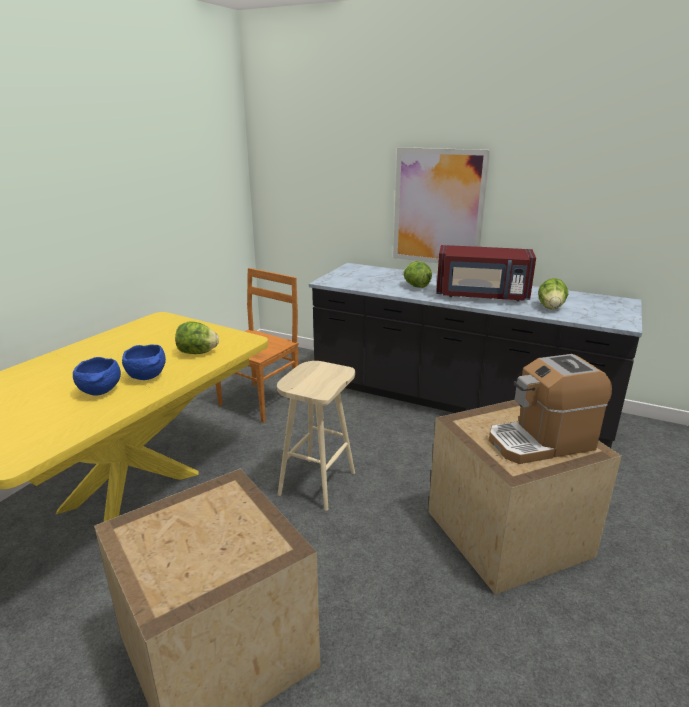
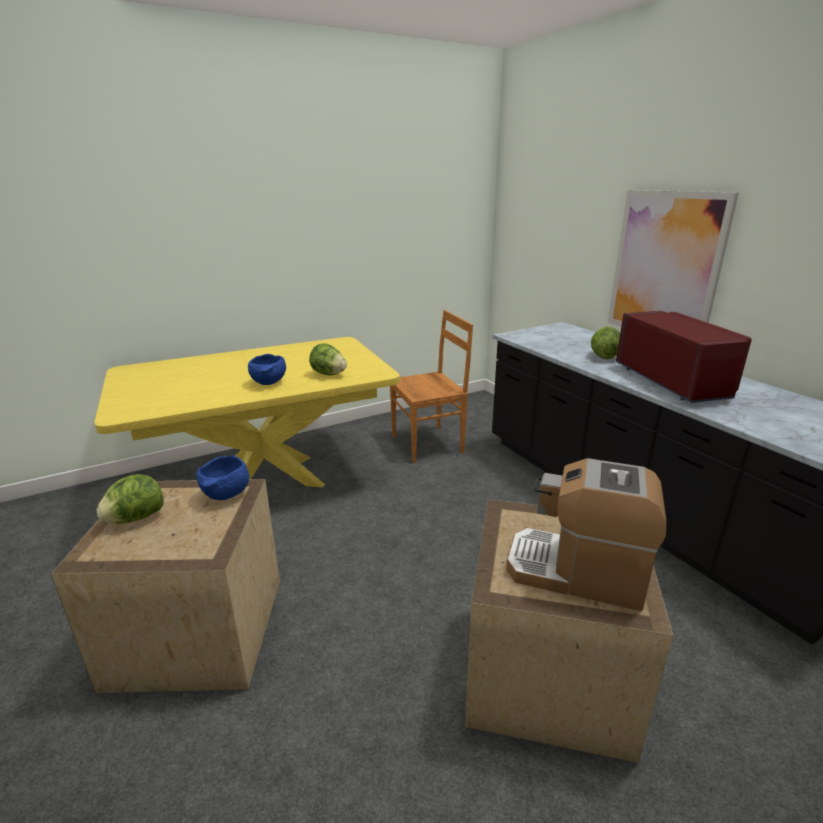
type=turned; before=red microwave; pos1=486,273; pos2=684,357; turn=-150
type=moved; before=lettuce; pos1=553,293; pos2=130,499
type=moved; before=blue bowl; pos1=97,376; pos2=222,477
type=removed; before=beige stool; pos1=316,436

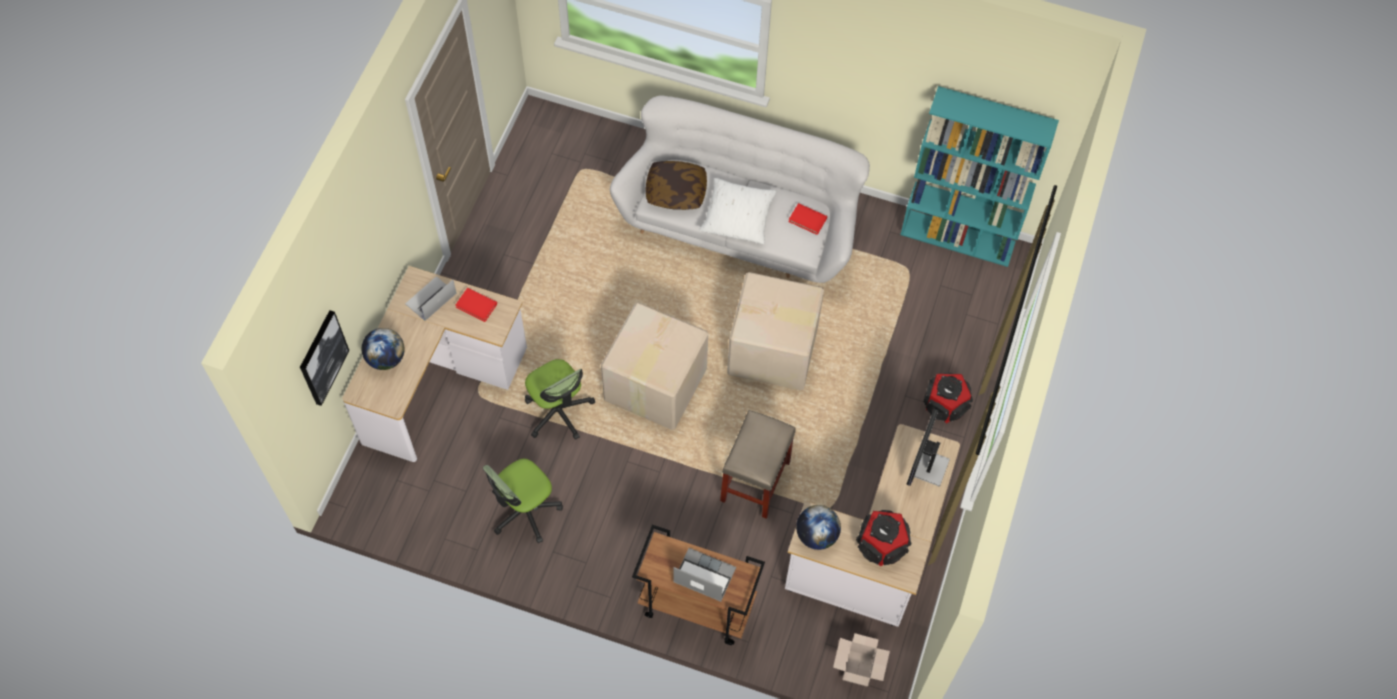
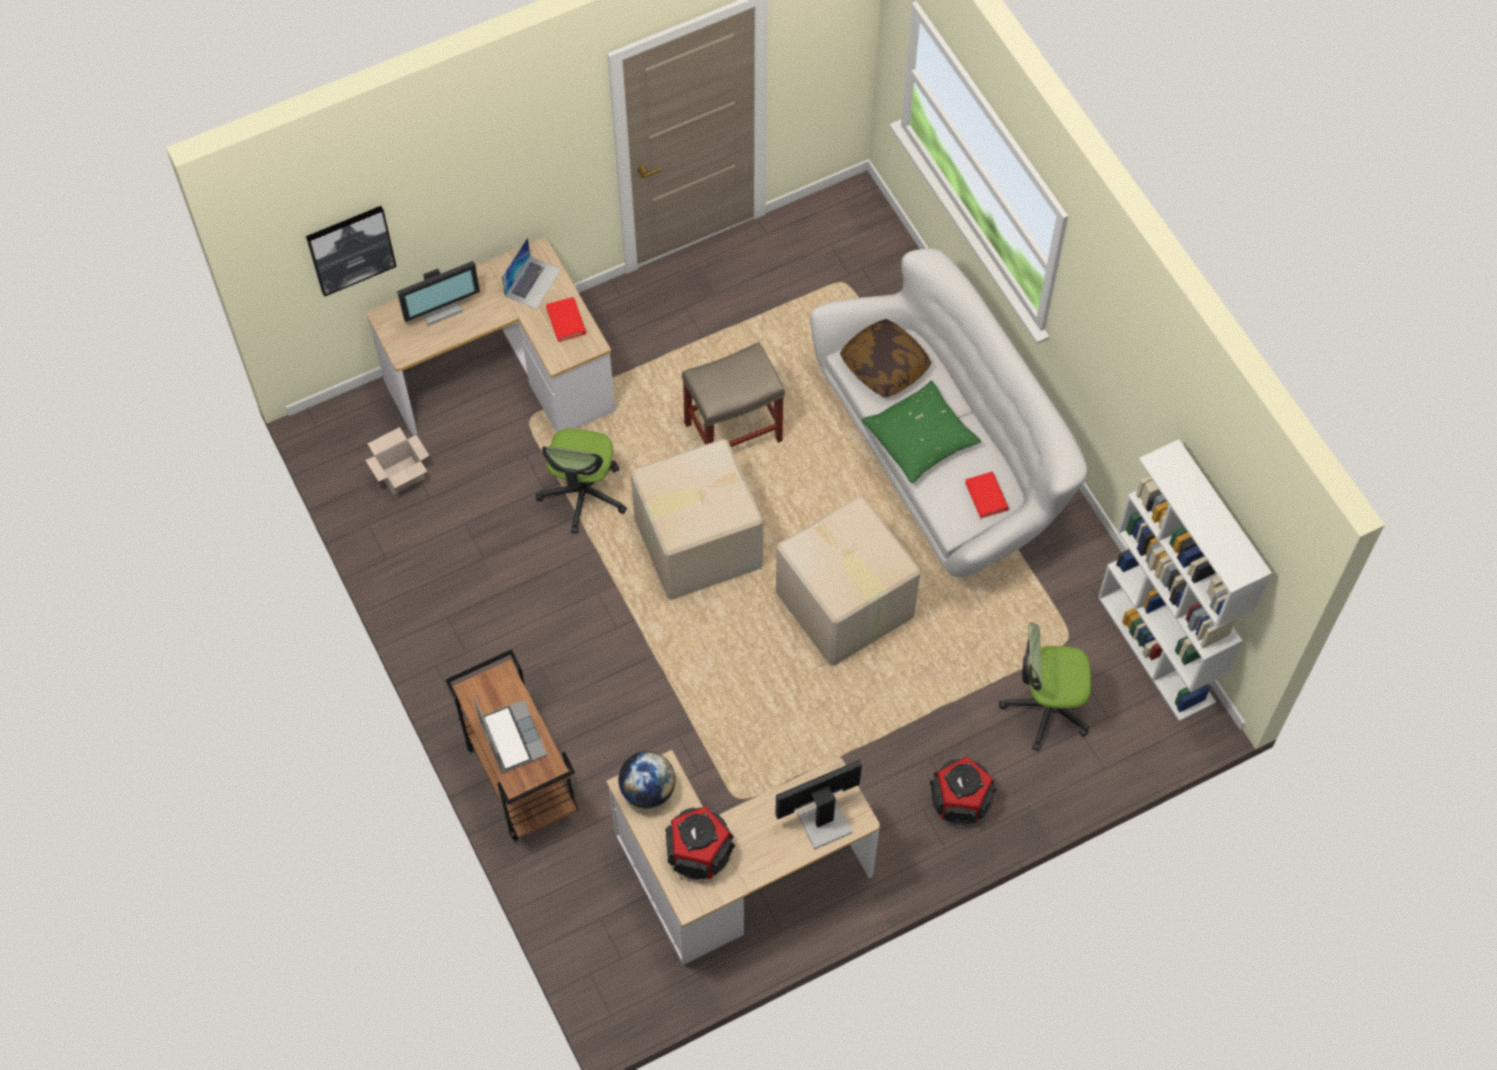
type=recoloured; before=turquoise bookcase; after=white bookcase; pos1=979,176; pos2=1185,580
type=recoloured; before=white pillow; after=green pillow; pos1=738,211; pos2=921,431
type=turned; before=laptop; pos1=431,298; pos2=531,273; turn=120
type=replaced; before=globe; after=monitor; pos1=383,349; pos2=438,293
type=moved; before=beige stool; pos1=758,464; pos2=733,394
type=moved; before=office chair; pos1=523,501; pos2=1045,686
type=moved; before=cardboard box; pos1=861,659; pos2=397,461

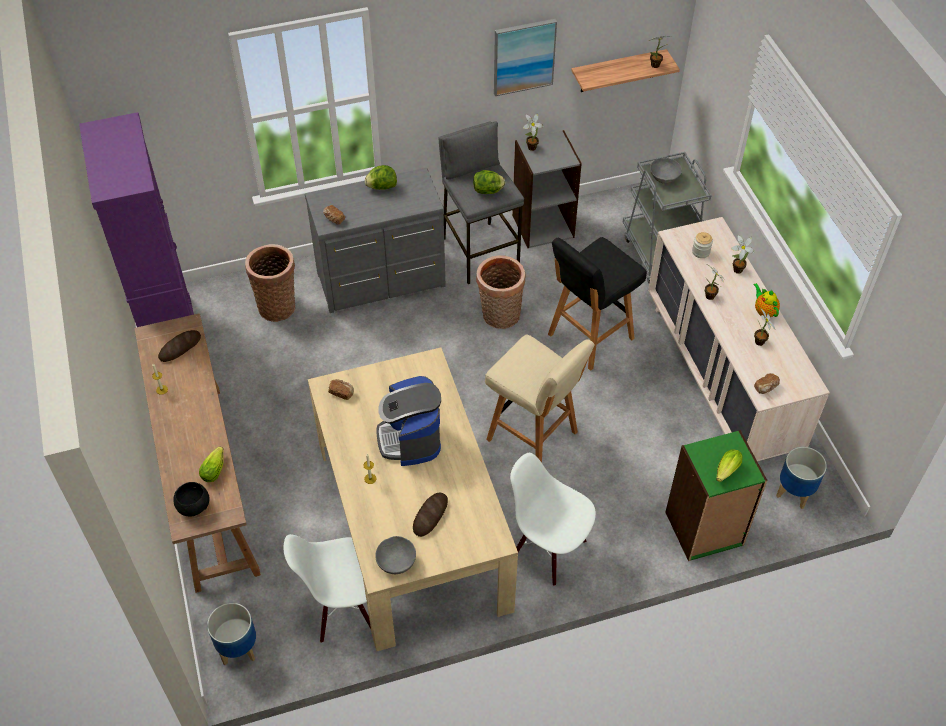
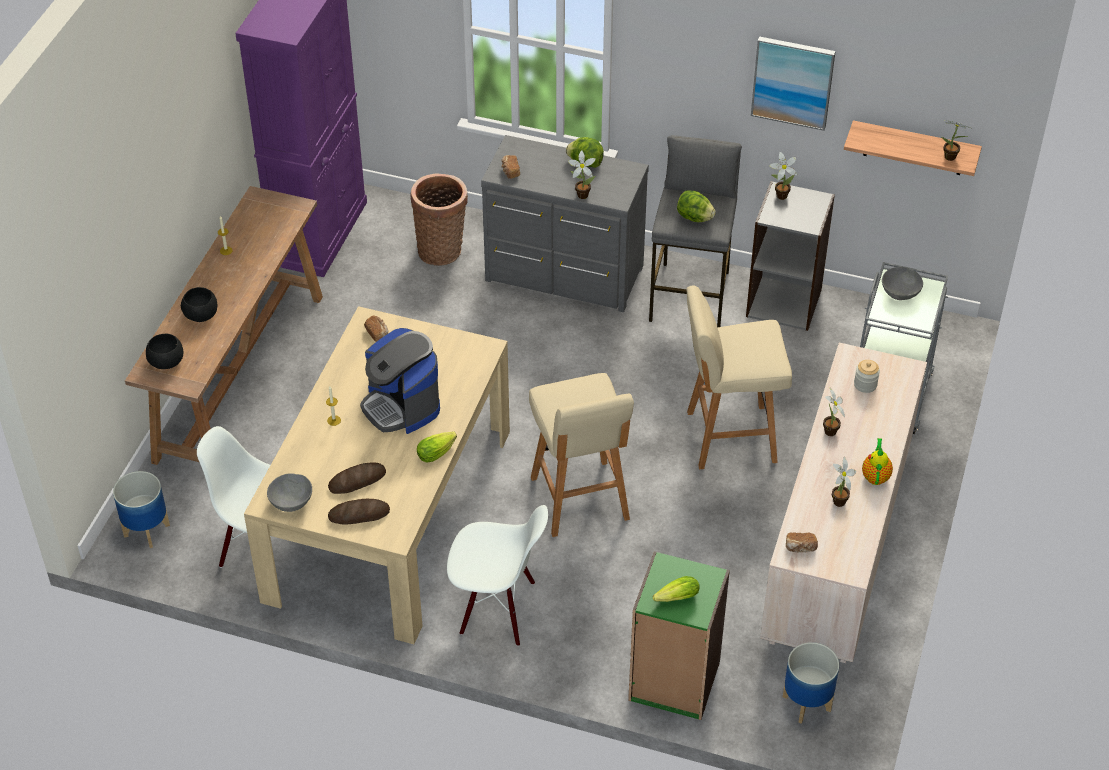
type=moved; before=potted plant; pos1=743,254; pos2=582,174
type=recoloured; before=black stool; after=beige stool; pos1=597,304; pos2=739,377
type=removed; before=basket; pos1=500,292
type=moved; before=bread; pos1=179,346; pos2=359,512
type=turned; before=coffee machine; pos1=408,421; pos2=400,381; turn=-60
type=moved; before=lettuce; pos1=211,464; pos2=437,447
type=turned; before=white chair; pos1=553,519; pos2=497,575; turn=120
type=added; after=black bowl; pos2=199,304

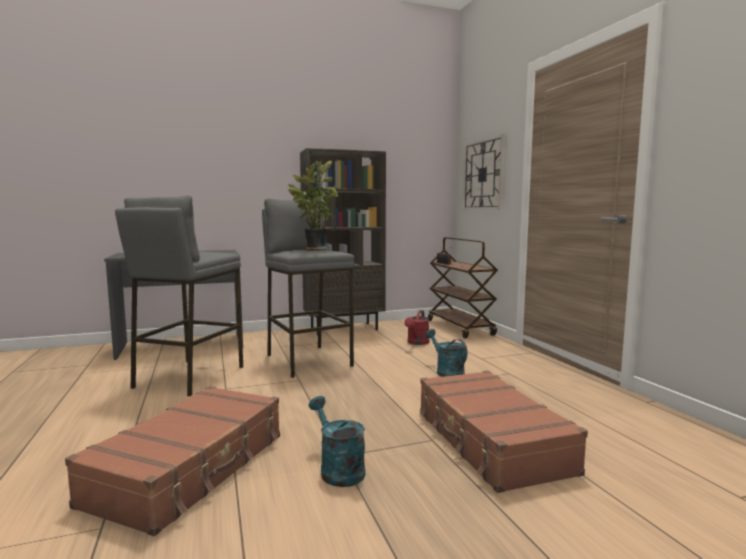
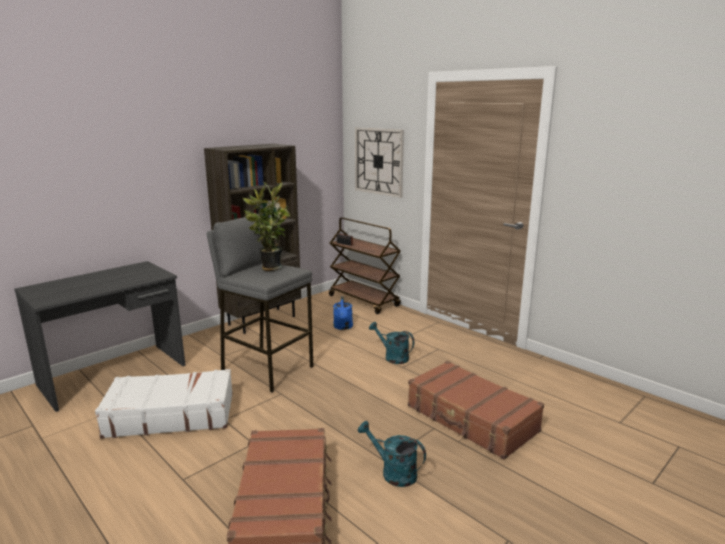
type=replaced; before=grey stool; after=white suitcase; pos1=179,295; pos2=164,403
type=recoloured; before=red watering can; after=blue watering can; pos1=416,327; pos2=343,313

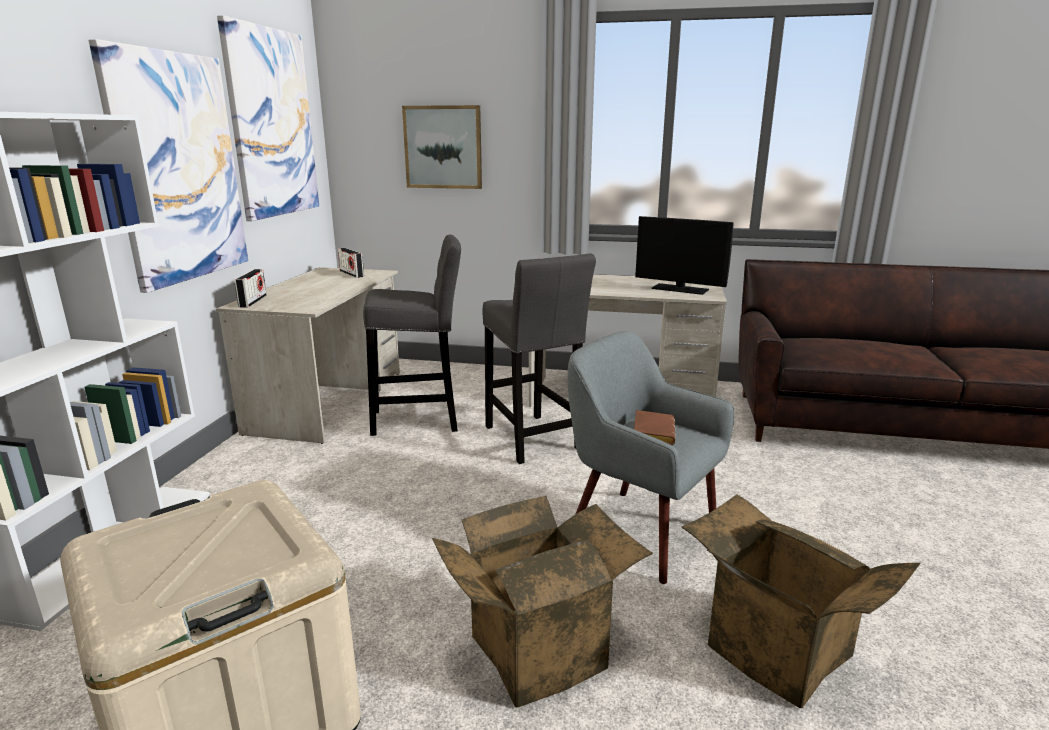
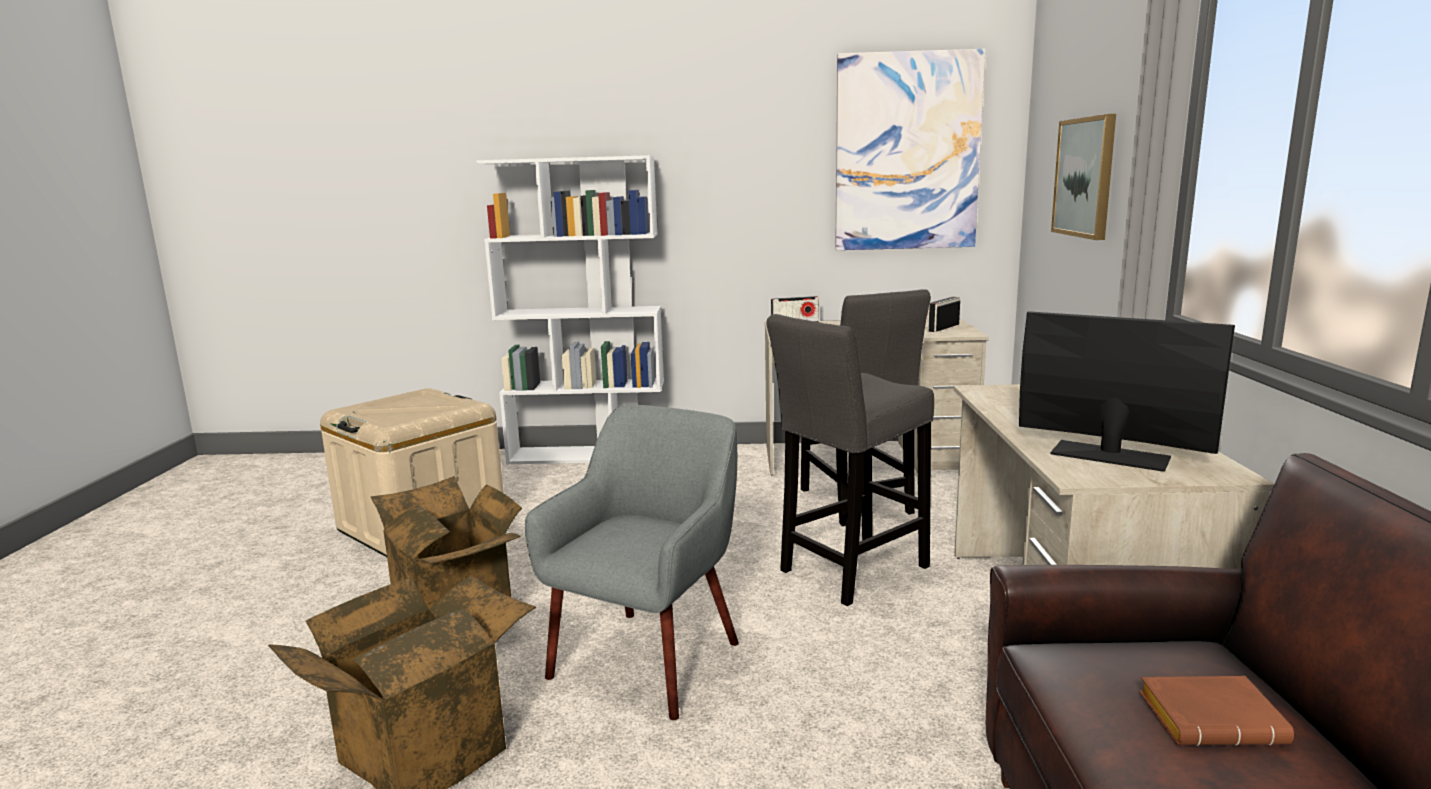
type=removed; before=picture; pos1=168,166
type=turned; before=monitor; pos1=684,255; pos2=1127,391; turn=105
type=moved; before=brown book; pos1=655,427; pos2=1216,711

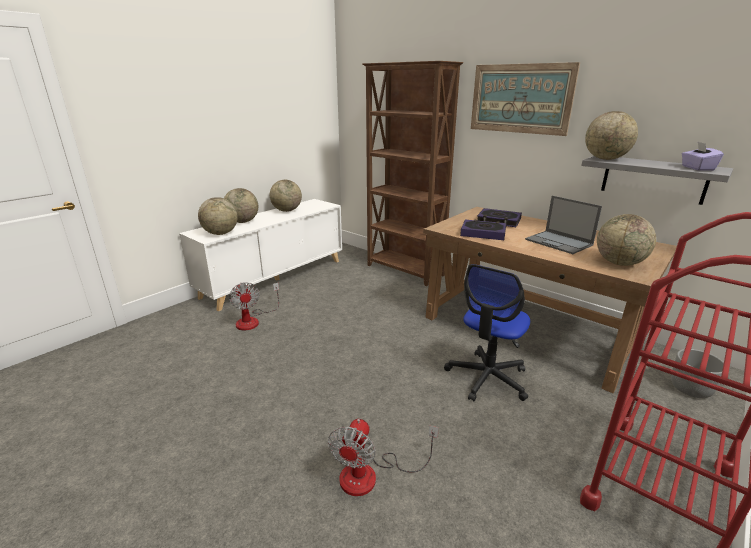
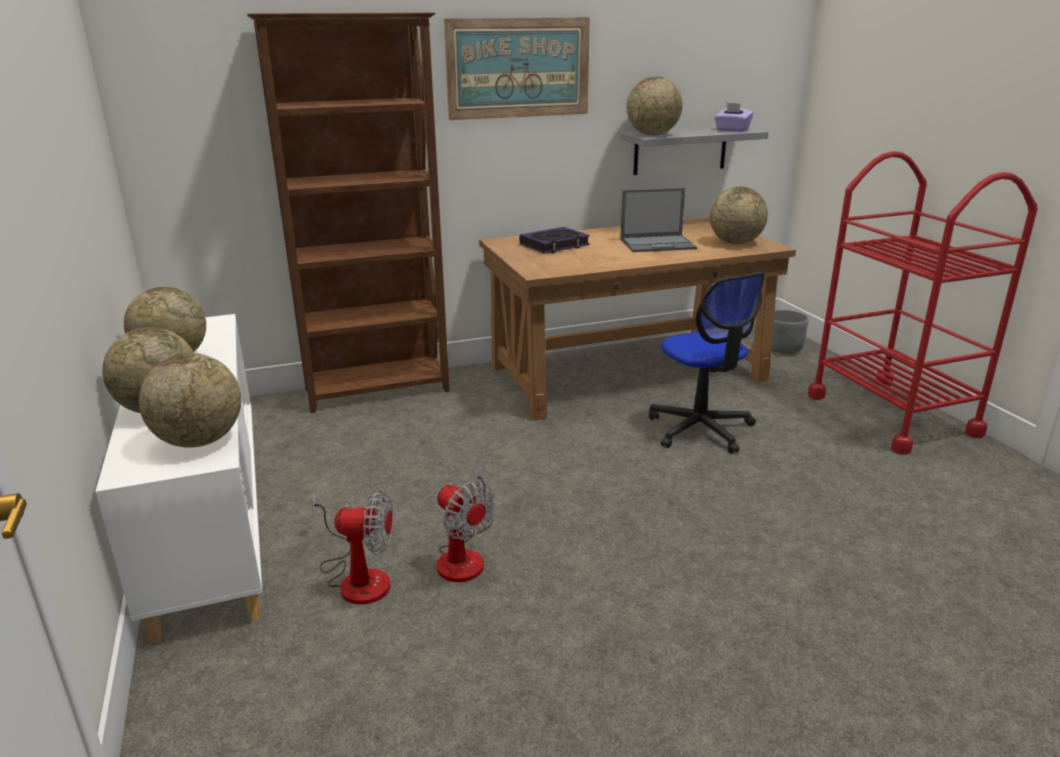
type=removed; before=book; pos1=483,230
type=moved; before=fan; pos1=383,457; pos2=466,524

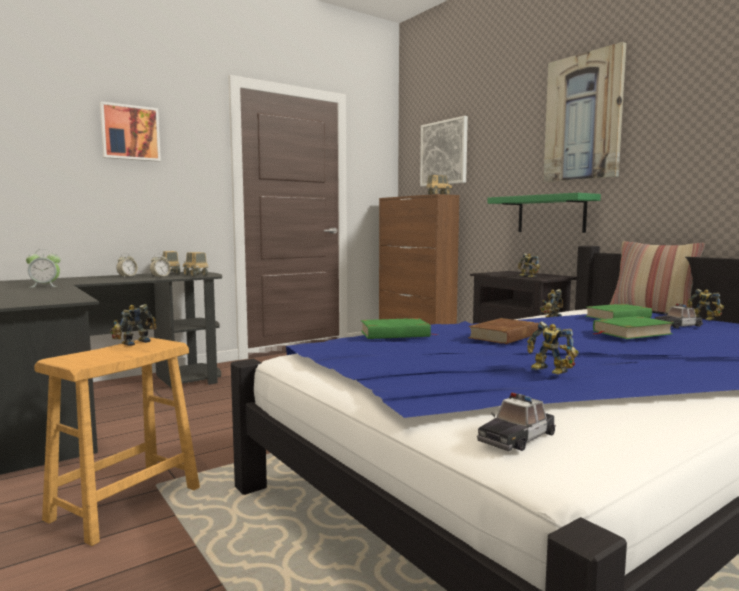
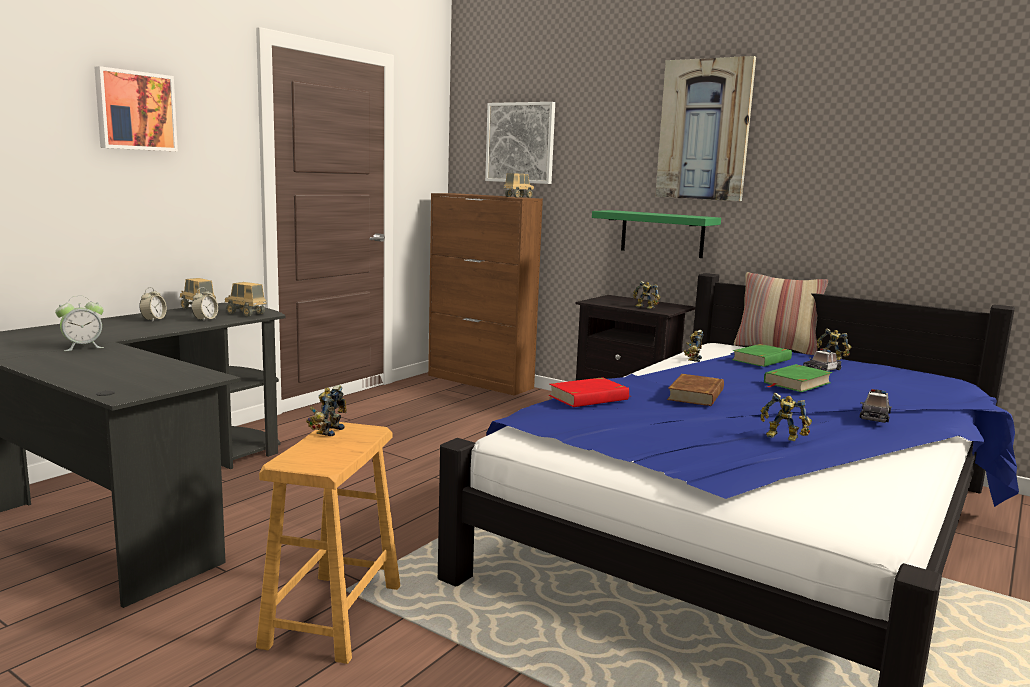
type=recoloured; before=green book; after=red book; pos1=399,328; pos2=590,392
type=moved; before=toy car; pos1=516,422; pos2=876,406

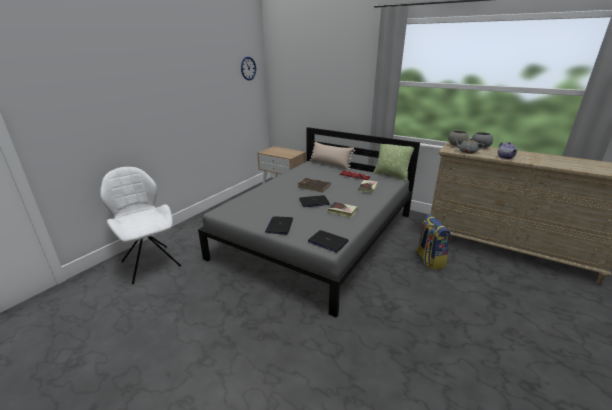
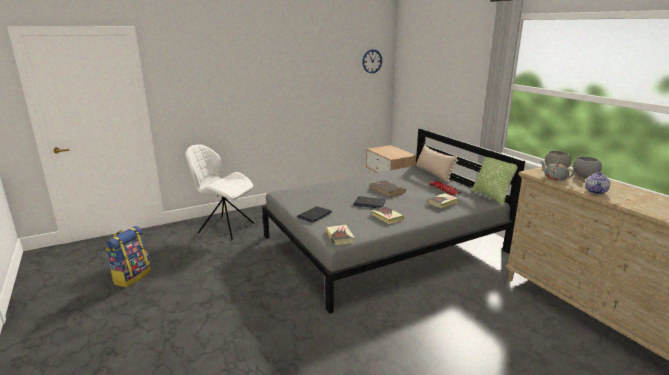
type=turned; before=white chair; pos1=140,225; pos2=220,192; turn=-60
type=moved; before=backpack; pos1=432,242; pos2=128,256
type=replaced; before=laptop; after=book; pos1=328,241; pos2=340,235

